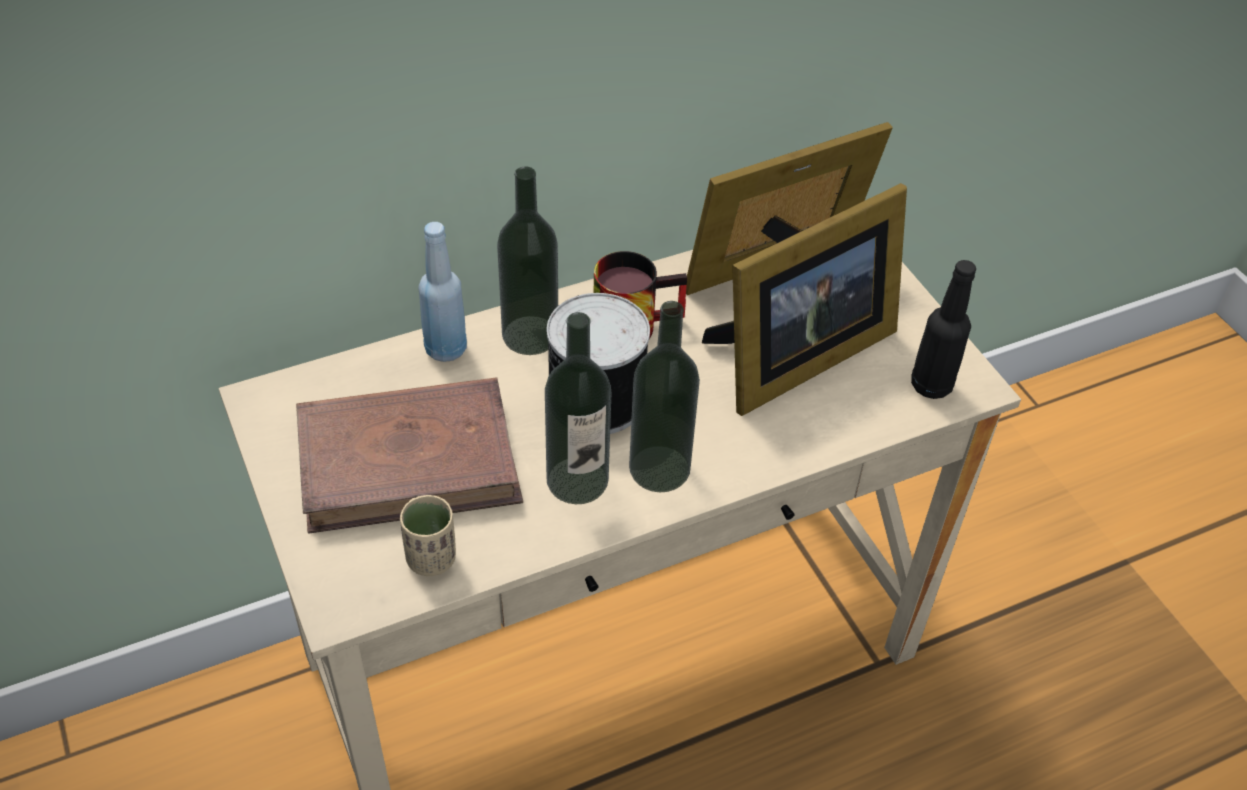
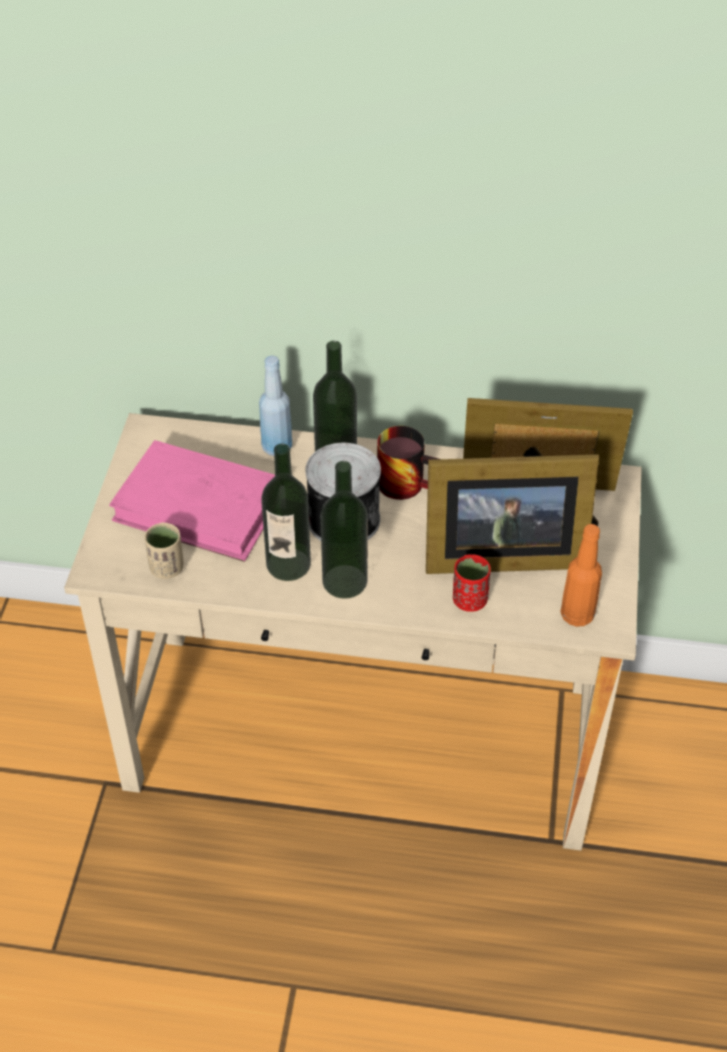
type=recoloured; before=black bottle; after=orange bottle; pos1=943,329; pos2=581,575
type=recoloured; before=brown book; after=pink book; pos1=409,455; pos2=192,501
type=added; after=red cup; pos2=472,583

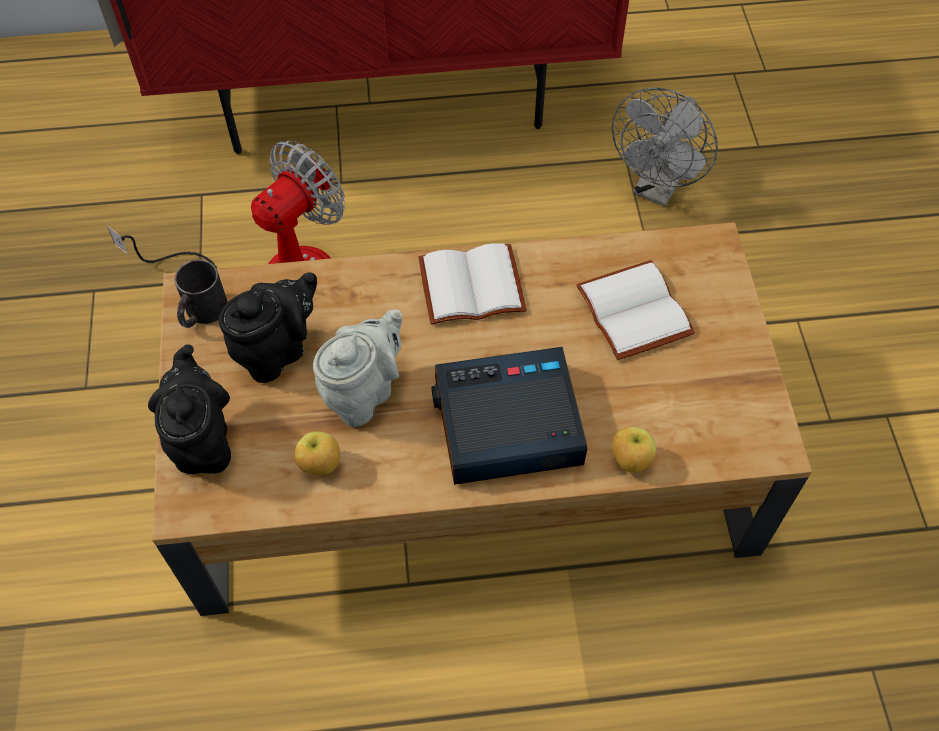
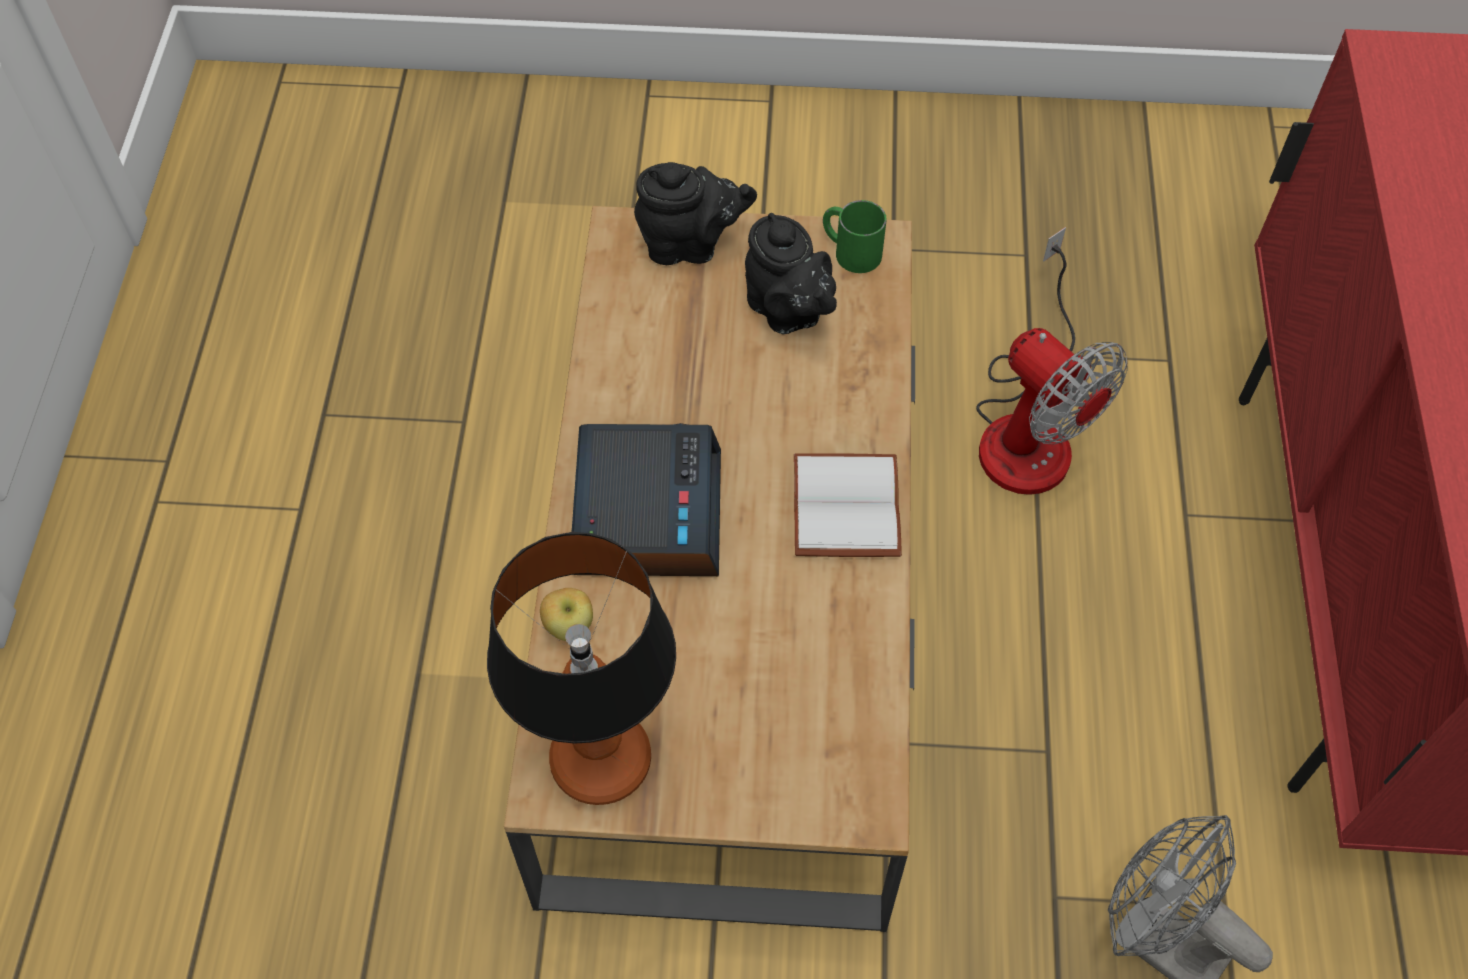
type=recoloured; before=black mug; after=green mug; pos1=201,294; pos2=855,236
type=removed; before=white book; pos1=635,310
type=removed; before=grey teapot; pos1=357,368
type=removed; before=apple; pos1=317,453
type=added; after=table lamp; pos2=581,668

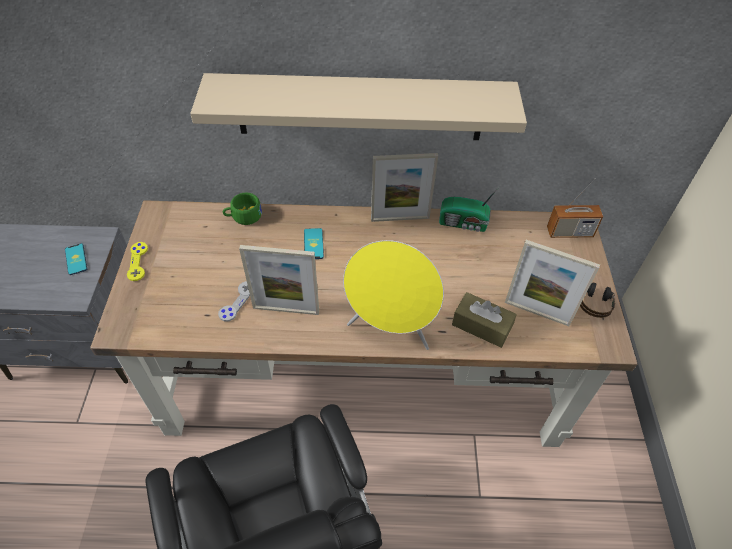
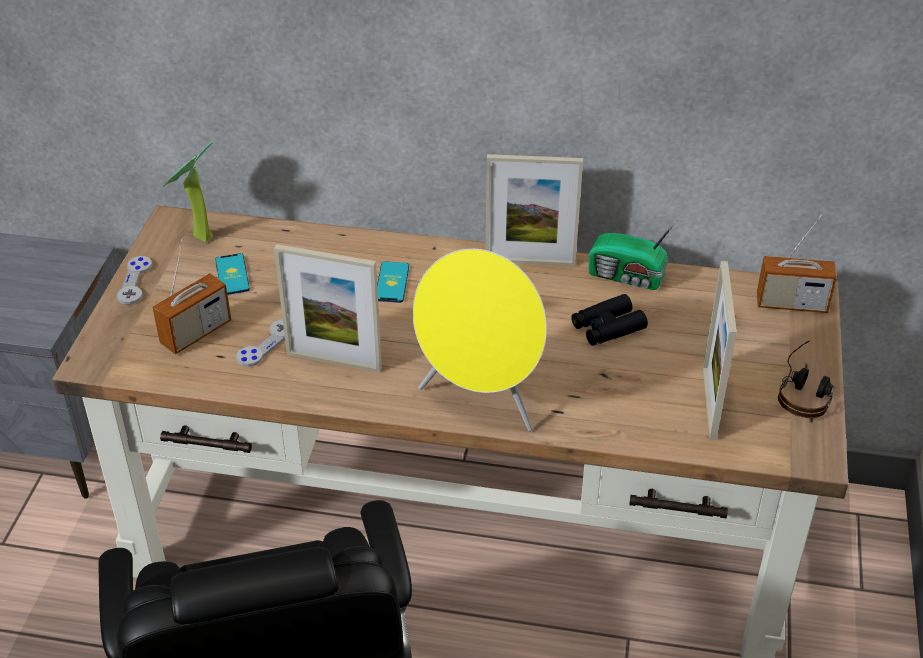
type=removed; before=beige shelf; pos1=358,106
type=removed; before=green cup; pos1=242,208
type=turned; before=picture frame; pos1=552,283; pos2=720,350; turn=60
type=recoloured; before=yellow game controller; after=grey game controller; pos1=137,261; pos2=134,280
type=moved; before=phone; pos1=76,259; pos2=232,274
type=removed; before=brown tissue box; pos1=484,320
type=added; after=potted plant; pos2=189,191
type=added; after=radio; pos2=191,296
type=added; after=black binoculars; pos2=610,320

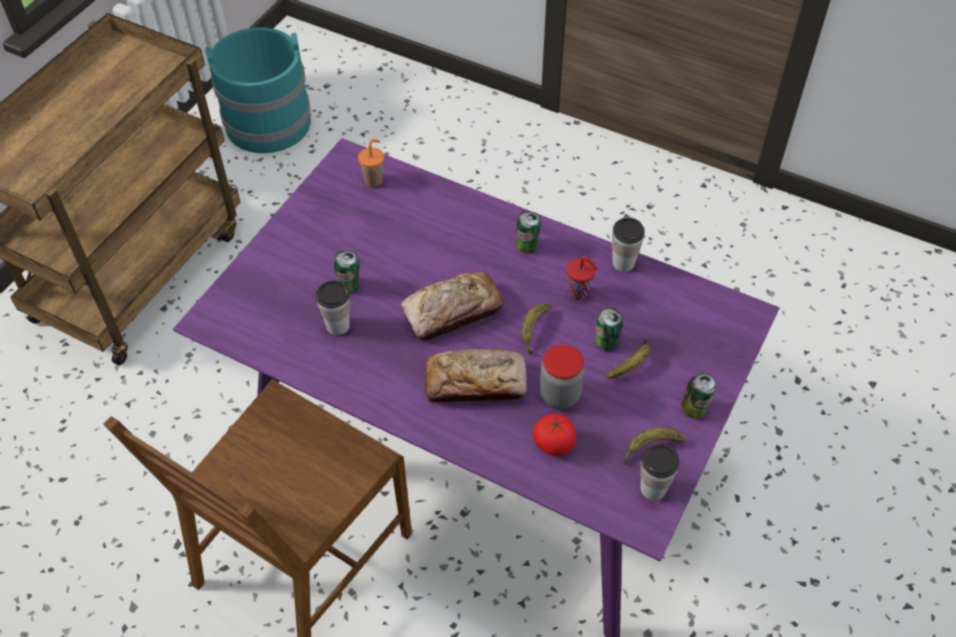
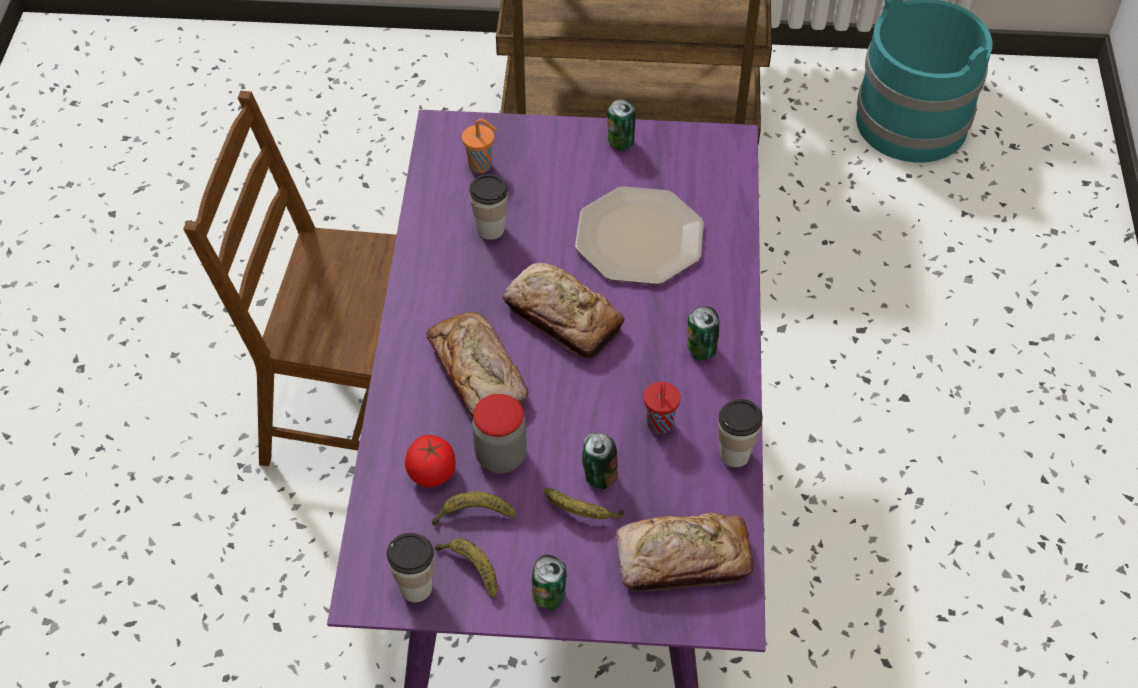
type=moved; before=orange cup; pos1=371,163; pos2=479,146
type=moved; before=can; pos1=347,271; pos2=621,125
type=moved; before=banana; pos1=537,329; pos2=474,508
type=added; after=plate; pos2=639,235
type=added; after=bread; pos2=685,551

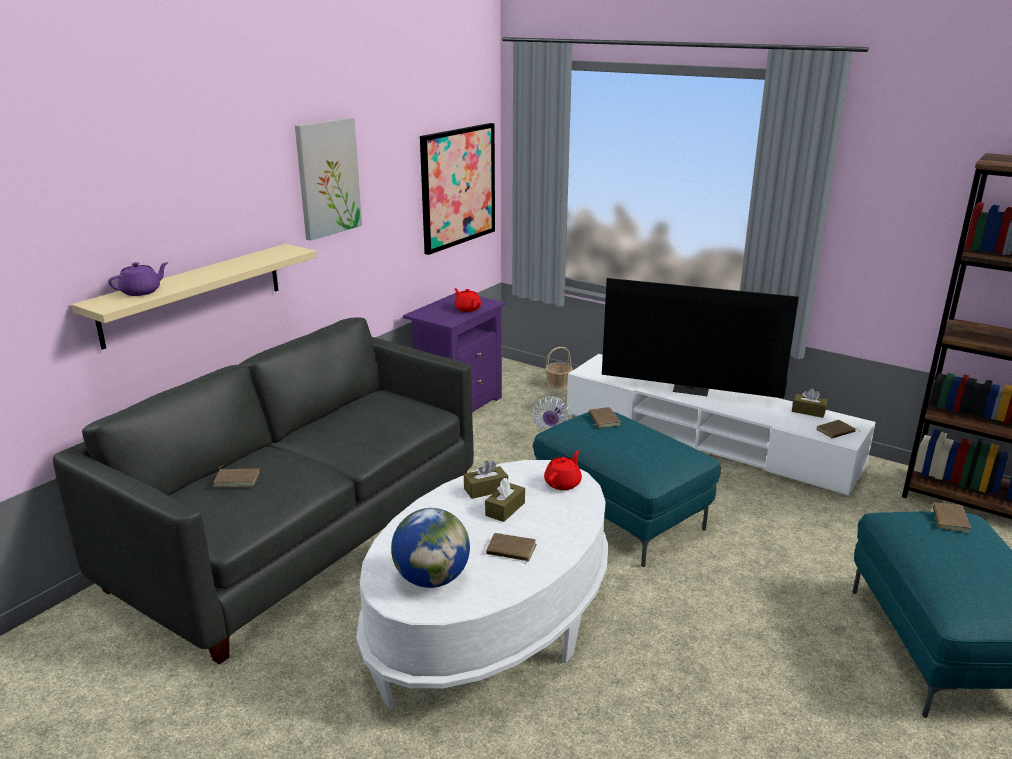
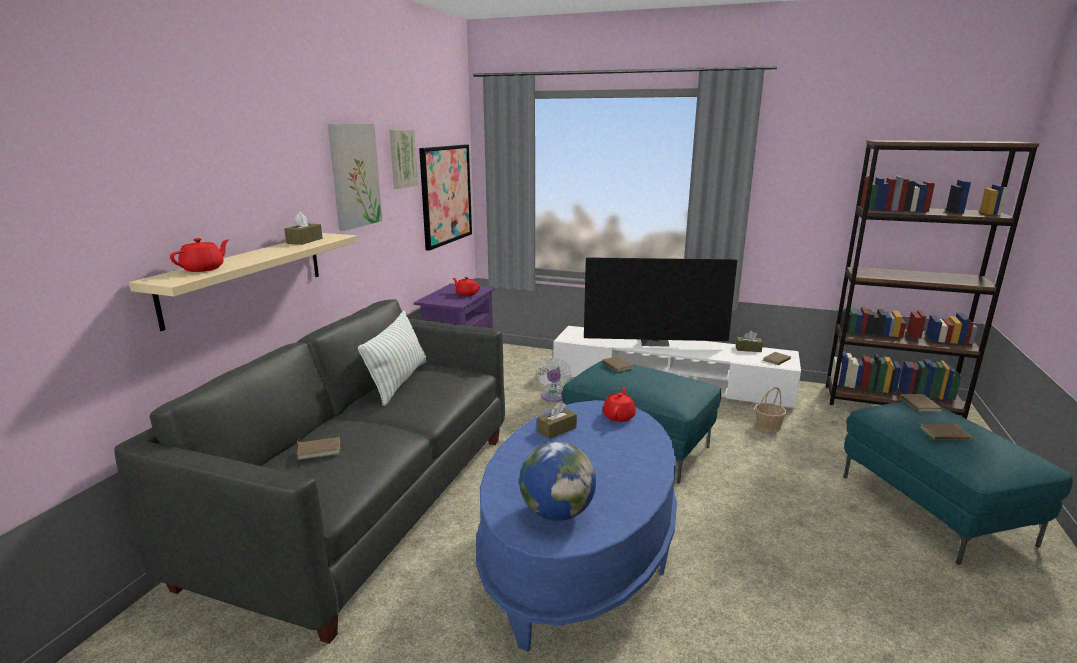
type=recoloured; before=purple teapot; after=red teapot; pos1=138,279; pos2=199,255
type=moved; before=basket; pos1=559,368; pos2=770,410
type=recoloured; before=white coffee table; after=blue coffee table; pos1=483,584; pos2=576,526
type=moved; before=brown tissue box; pos1=505,500; pos2=303,228
type=moved; before=brown book; pos1=511,548; pos2=948,432
type=added; after=picture; pos2=403,159
type=added; after=pillow; pos2=392,358

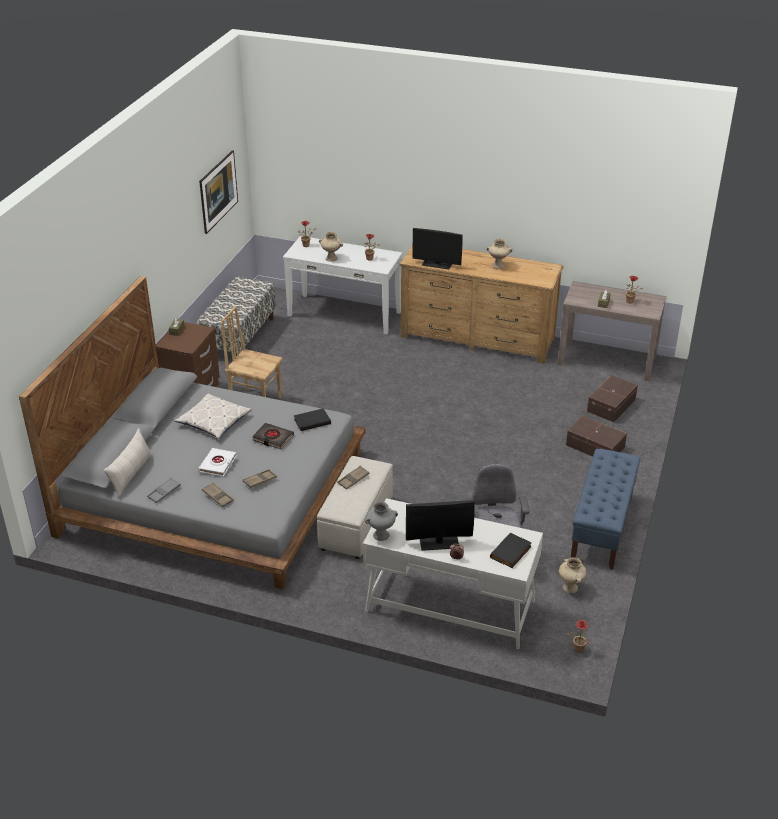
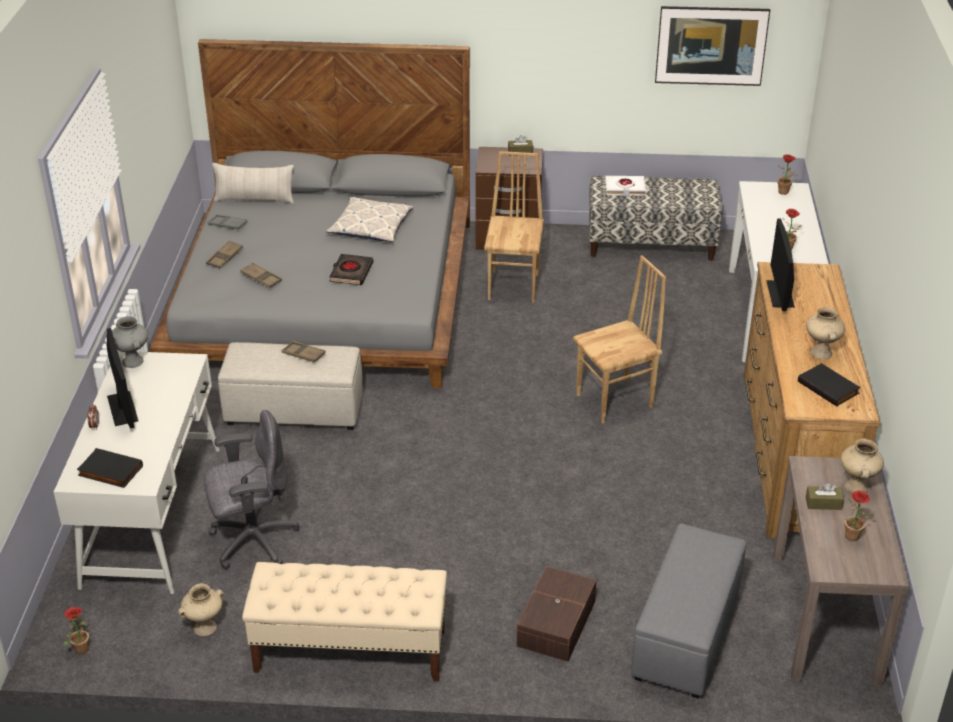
type=moved; before=beige vase; pos1=331,247; pos2=862,466
type=replaced; before=brown storage box; after=grey ottoman; pos1=612,398; pos2=689,611
type=moved; before=black book; pos1=312,419; pos2=829,384
type=moved; before=white book; pos1=217,462; pos2=625,186
type=recoloured; before=blue bench; after=beige bench; pos1=605,509; pos2=344,622
type=added; after=brown chair; pos2=619,339

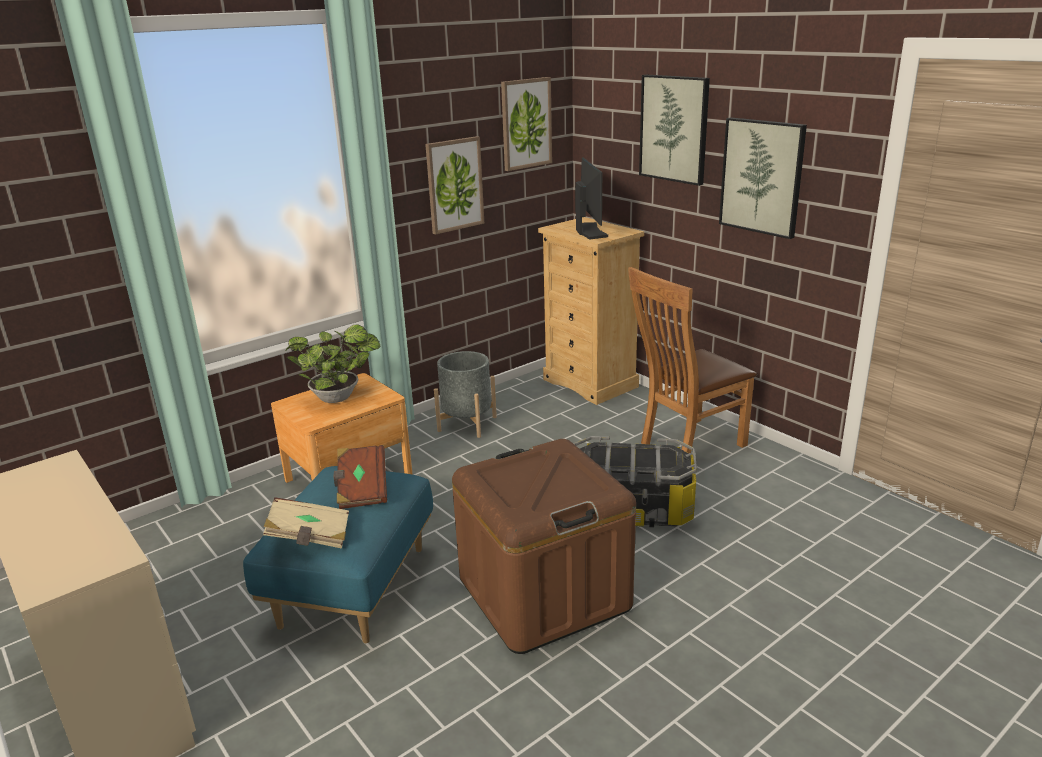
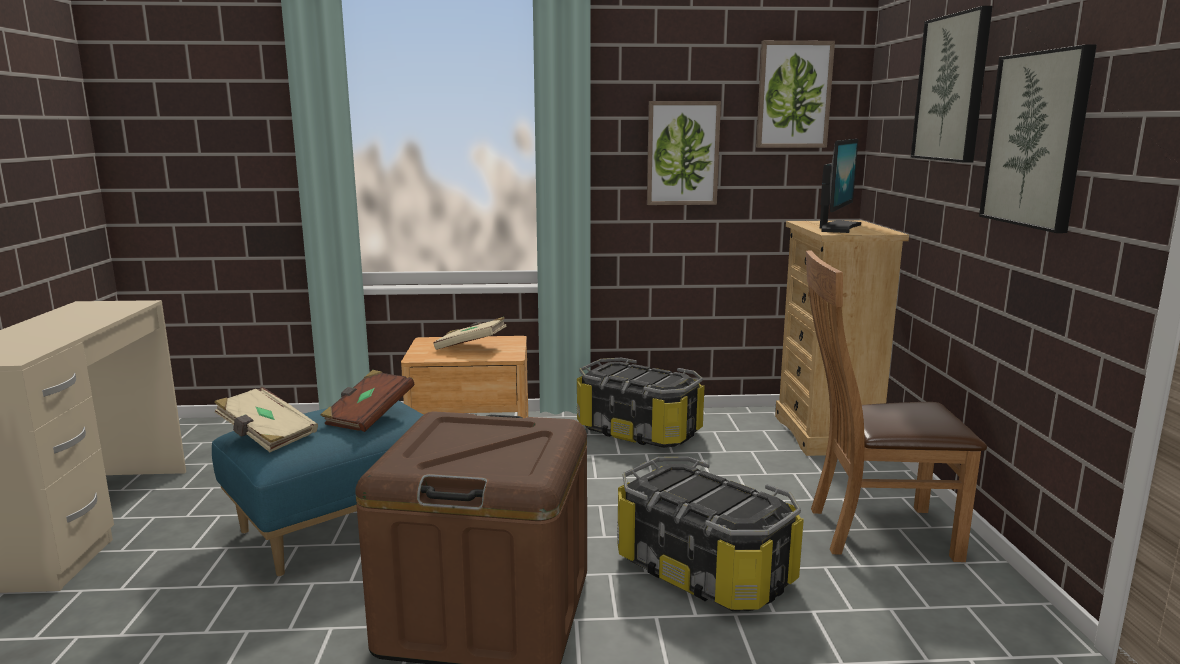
type=replaced; before=potted plant; after=beige book; pos1=333,363; pos2=470,333
type=replaced; before=grey planter; after=storage box; pos1=465,394; pos2=641,403

